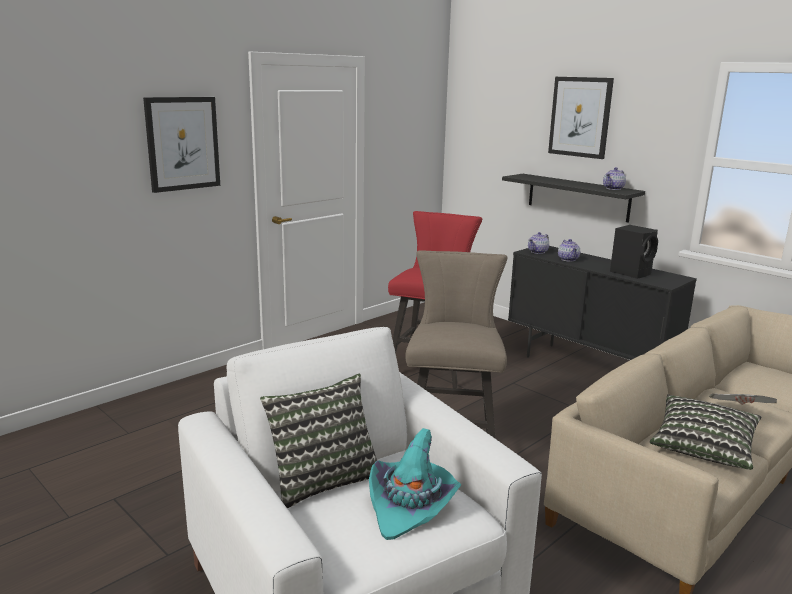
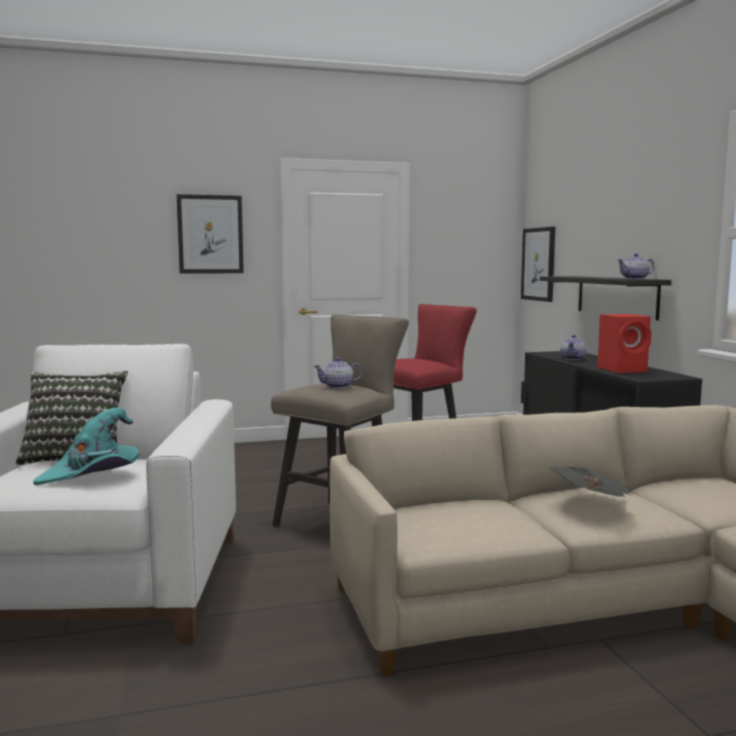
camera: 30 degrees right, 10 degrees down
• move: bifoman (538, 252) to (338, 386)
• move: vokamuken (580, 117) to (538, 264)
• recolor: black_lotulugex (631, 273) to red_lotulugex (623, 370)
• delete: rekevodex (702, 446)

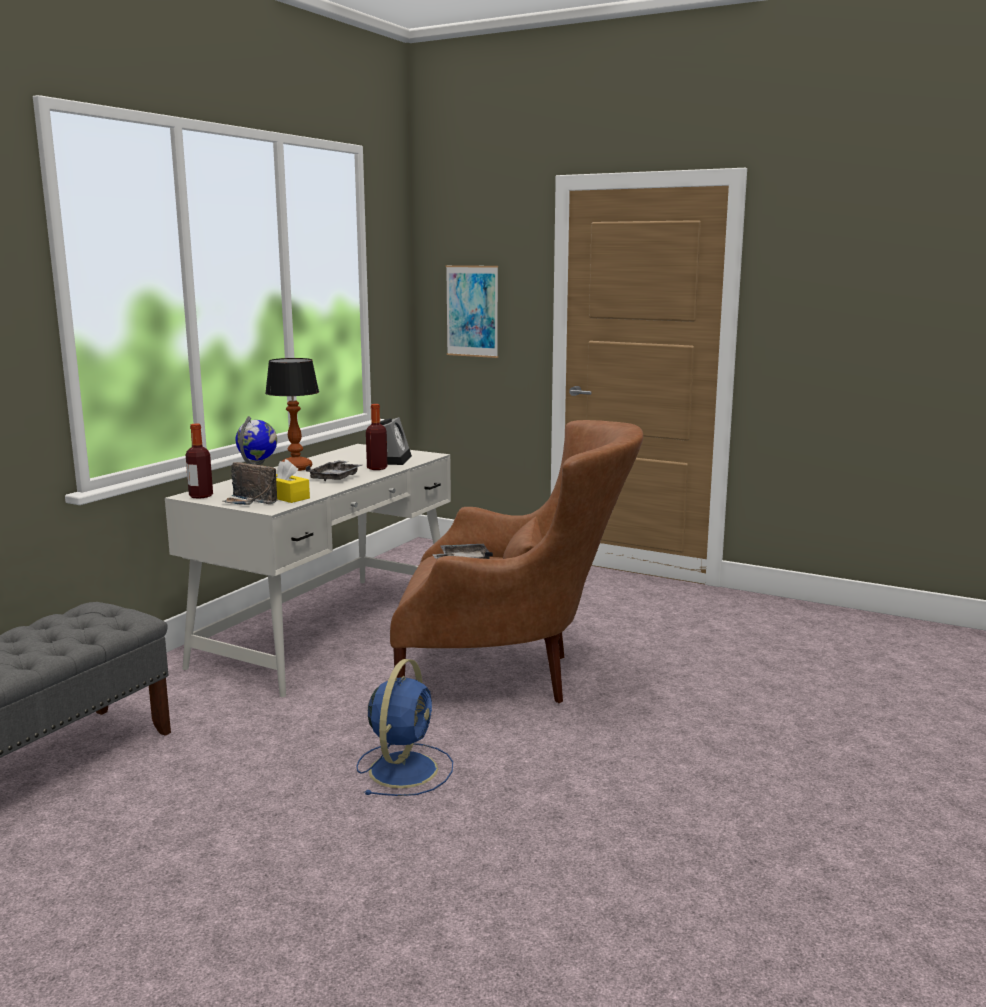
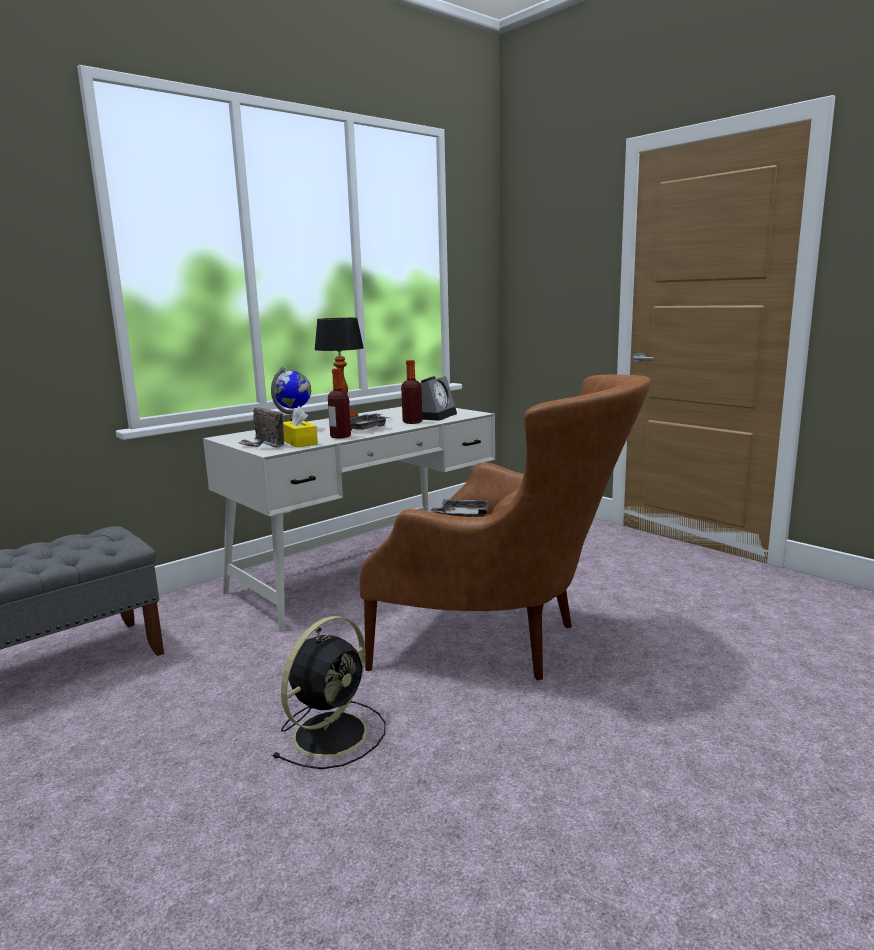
camera: 20 degrees right, 0 degrees up
• move: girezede (201, 496) to (340, 436)
• recolor: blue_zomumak (404, 768) to black_zomumak (332, 732)
• delete: vokamuken (472, 311)

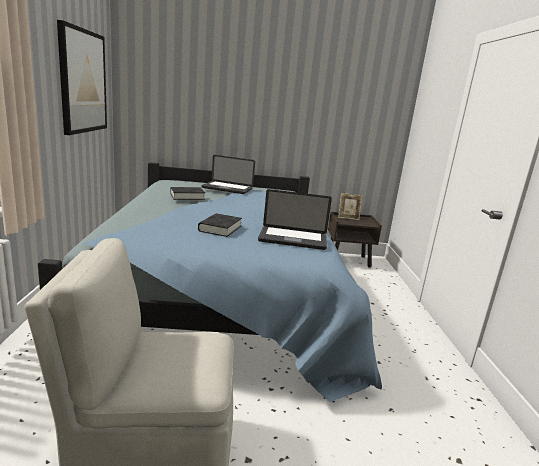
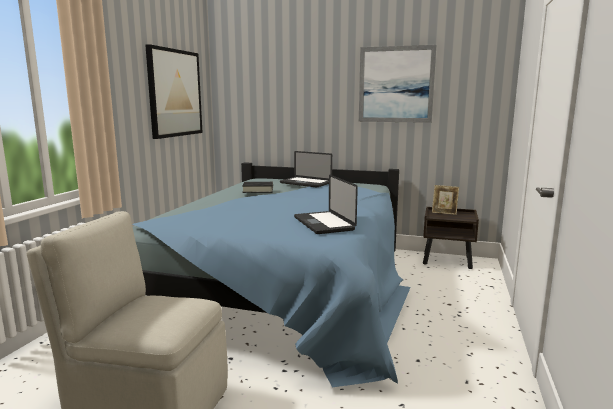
camera: 20 degrees right, 5 degrees down
• delete: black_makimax (220, 228)
• rotate: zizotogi (293, 239) = (323, 223) 45 degrees clockwise
• insert: vokamuken (396, 84)

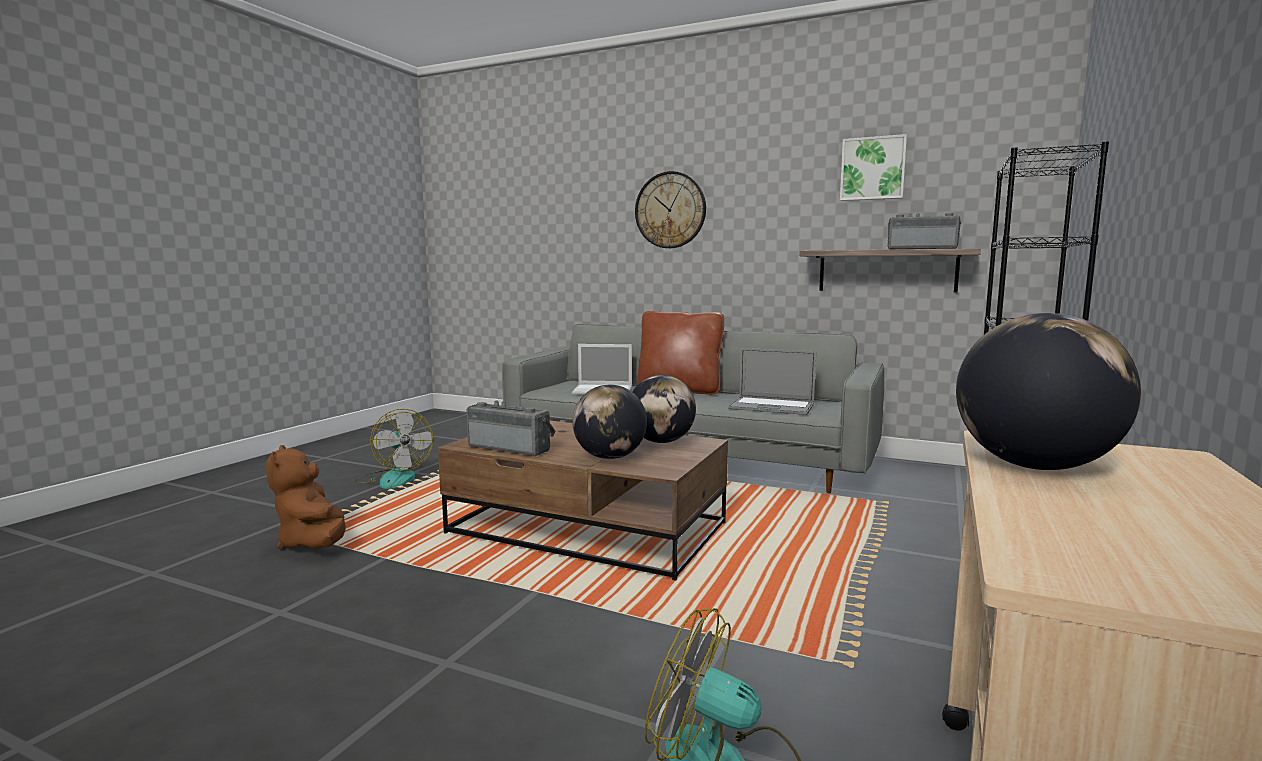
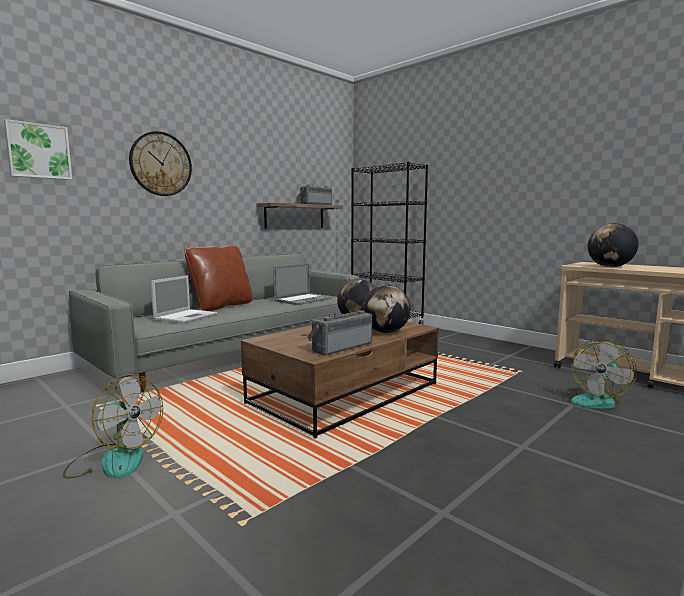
camera: 70 degrees left, 0 degrees up
• delete: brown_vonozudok (313, 543)
• rotate: zomumak (393, 478) = (114, 460) 45 degrees clockwise
• move: vokamuken (873, 169) to (38, 151)

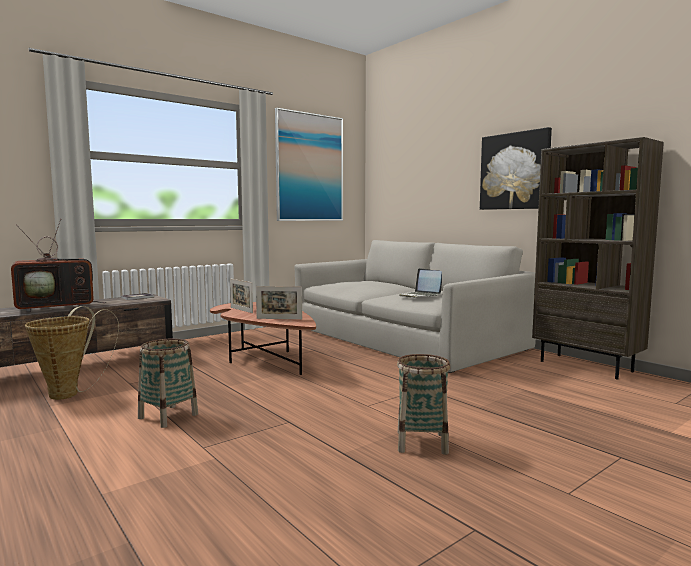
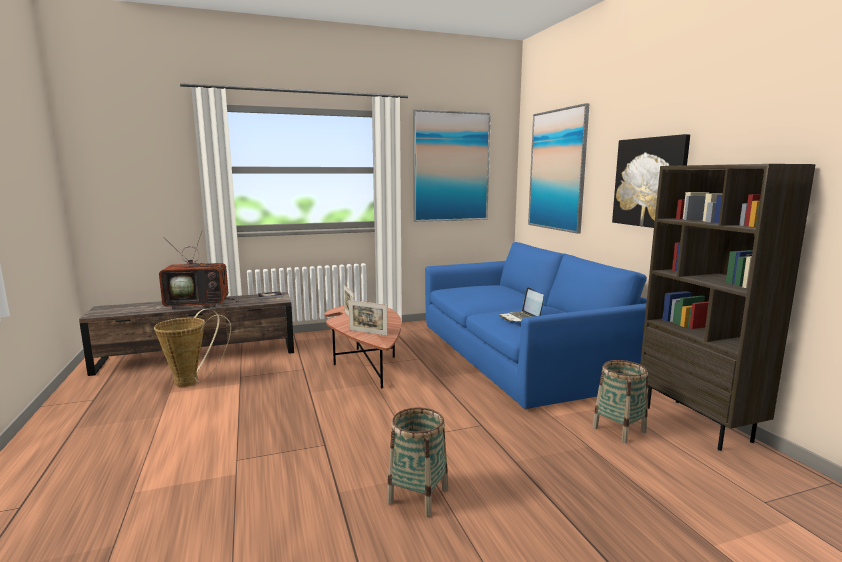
camera: 20 degrees right, 5 degrees up
• move: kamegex (168, 416) to (619, 429)
• recolor: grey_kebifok (405, 338) to blue_kebifok (522, 353)
• insert: vokamuken (557, 170)

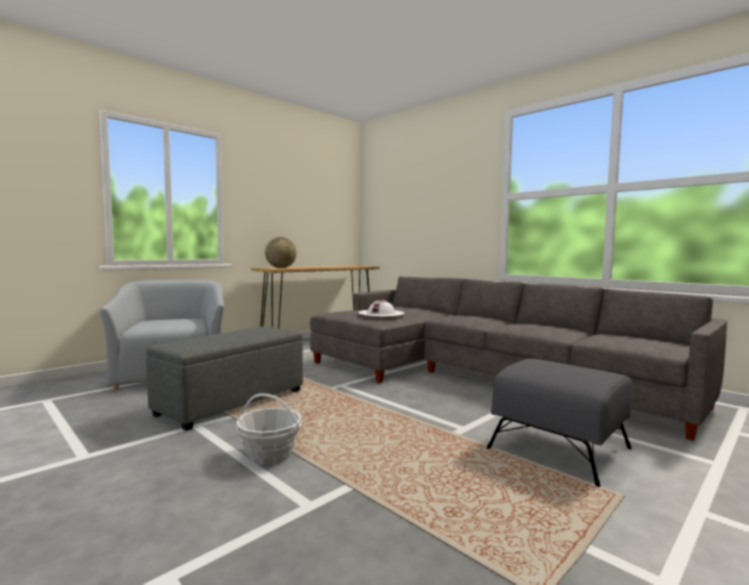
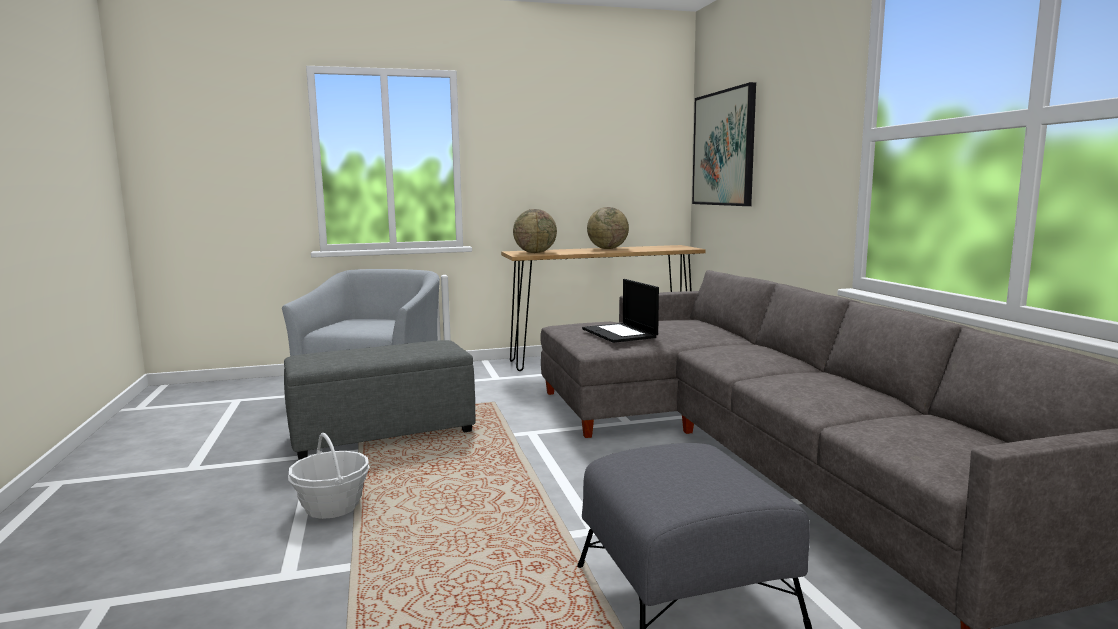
camera: 30 degrees right, 5 degrees up
• replace: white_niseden (381, 313) to zizotogi (620, 333)
• insert: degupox (607, 248)
• insert: vokamuken (724, 148)

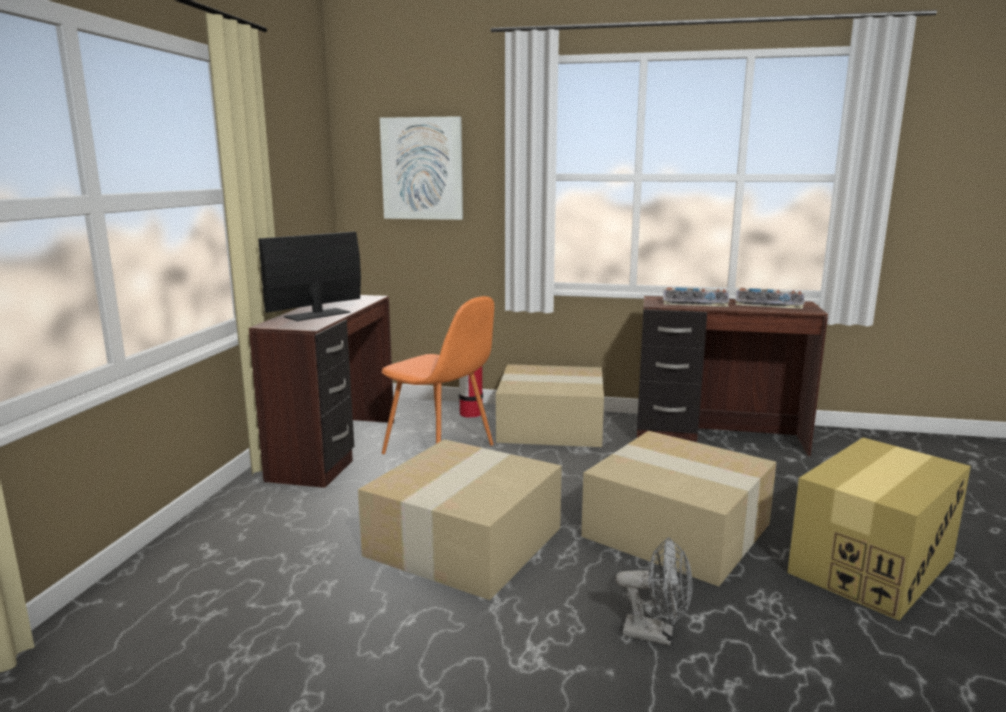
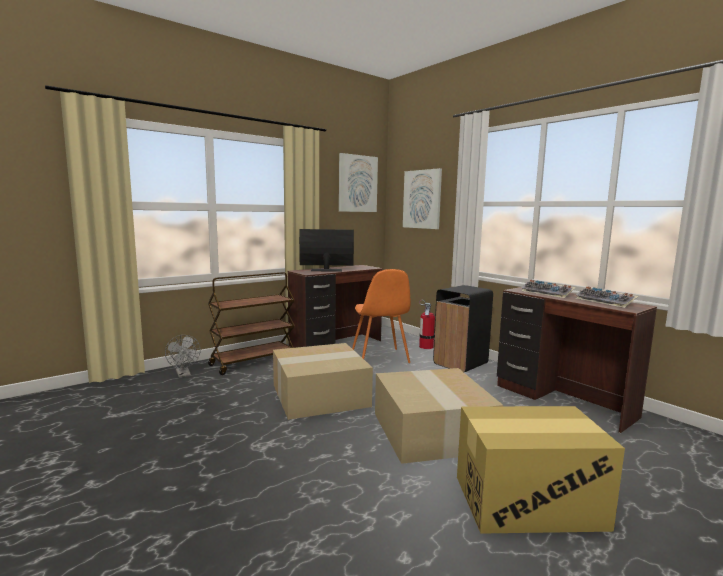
camera: 40 degrees right, 5 degrees down
• replace: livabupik (552, 425) to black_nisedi (461, 363)
• move: grey_zomumak (656, 634) to (184, 374)
• insert: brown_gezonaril (253, 361)
• insert: vokamuken (357, 183)

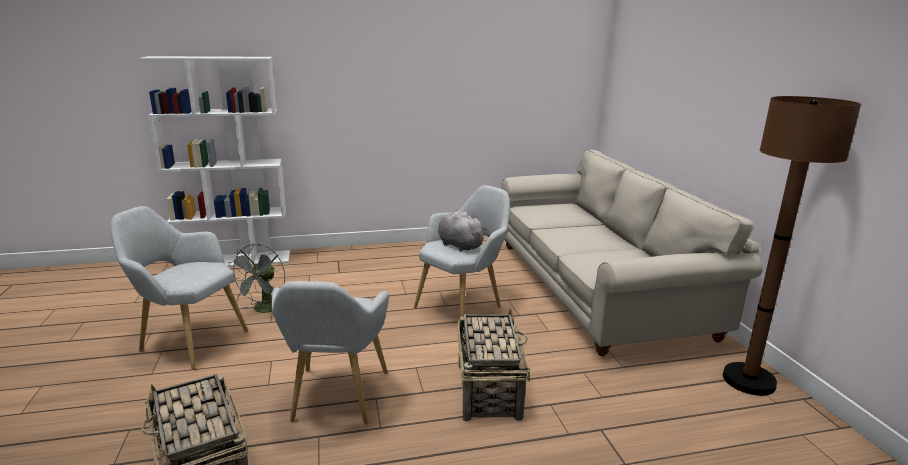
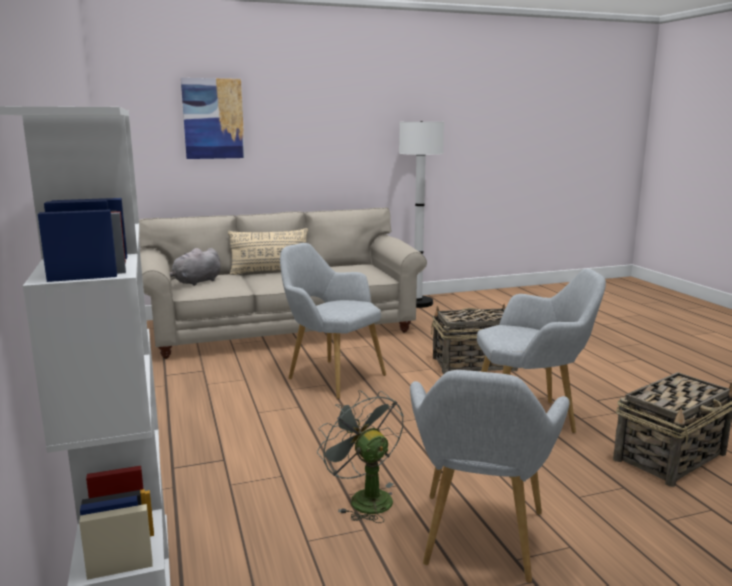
camera: 95 degrees left, 5 degrees down
• rotate: grey_zomumak (265, 310) = (364, 498) 135 degrees counterclockwise
• move: grey_vonozudok (458, 245) to (196, 282)
• recolor: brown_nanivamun (748, 380) to white_nanivamun (417, 303)
• insert: vokamuken (213, 119)
• insert: beige_rekevodex (270, 272)

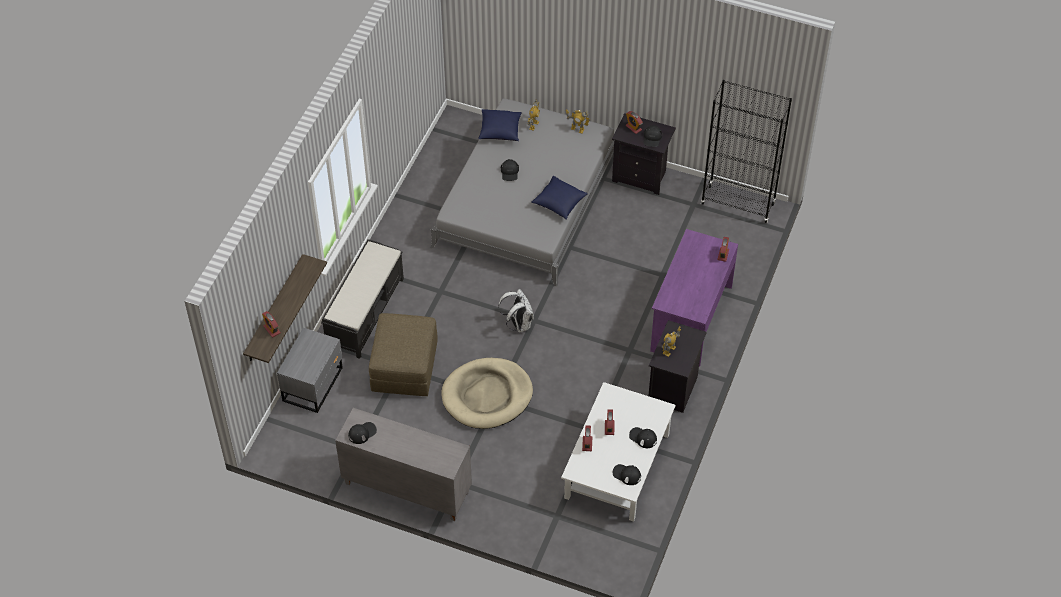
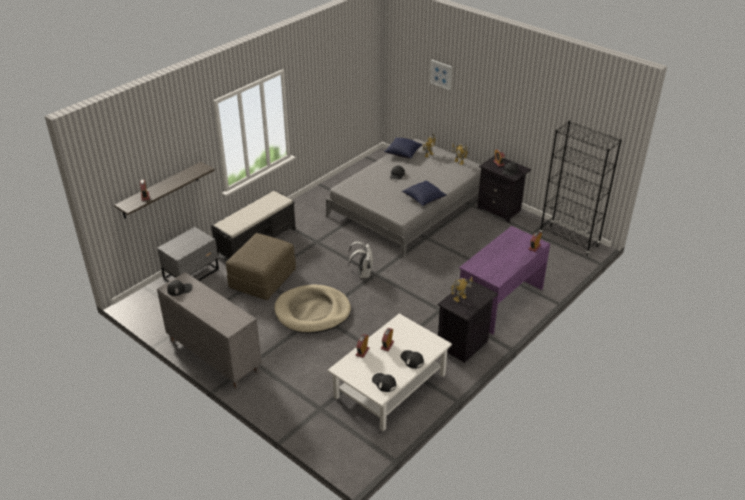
camera: 20 degrees right, 15 degrees down
• insert: vokamuken (441, 74)

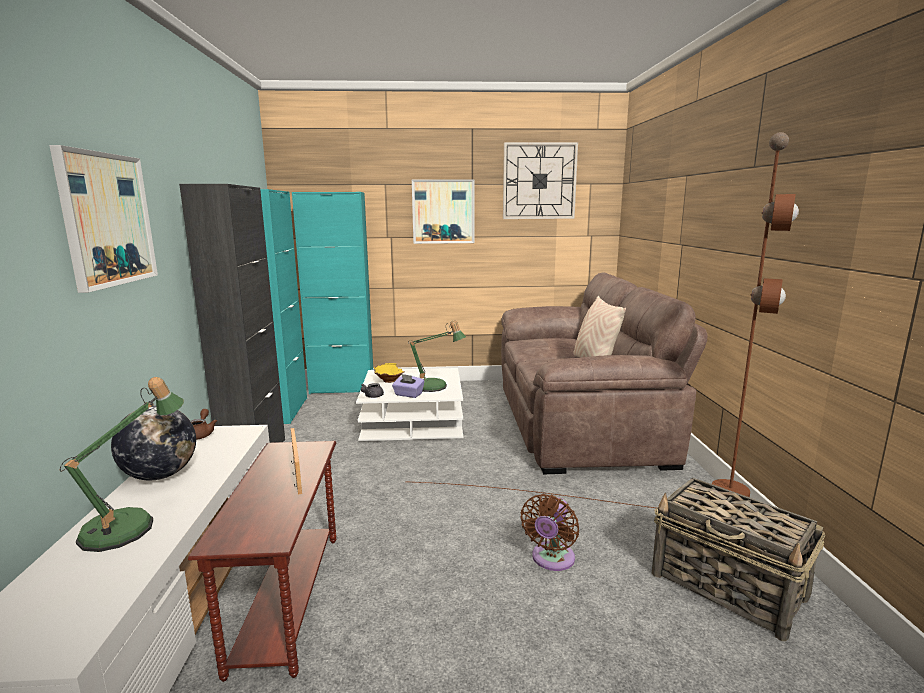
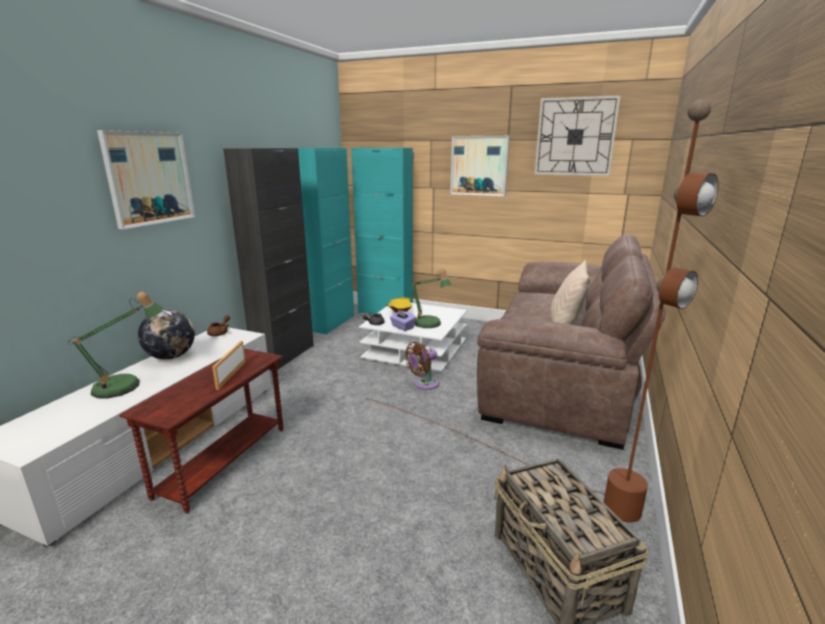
camera: 25 degrees right, 5 degrees up
• move: brown_zomumak (551, 560) to (423, 384)

